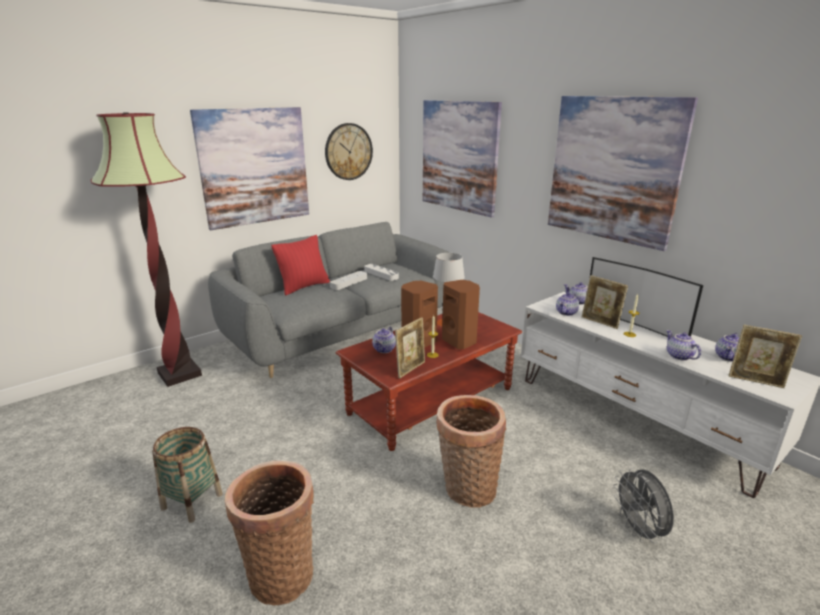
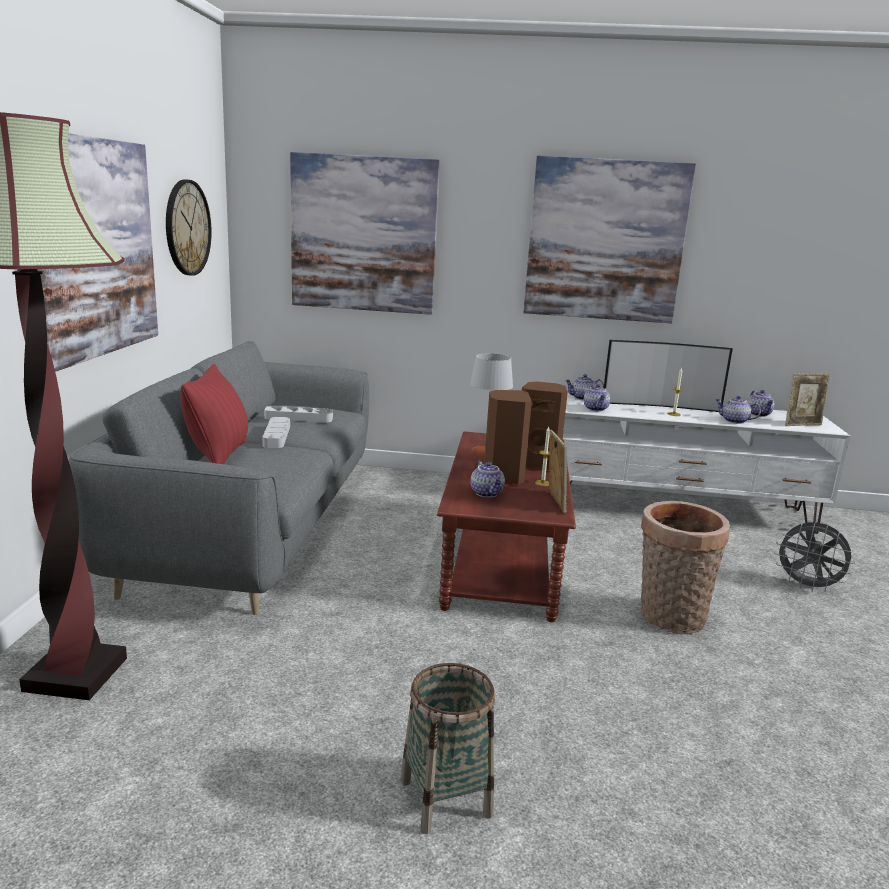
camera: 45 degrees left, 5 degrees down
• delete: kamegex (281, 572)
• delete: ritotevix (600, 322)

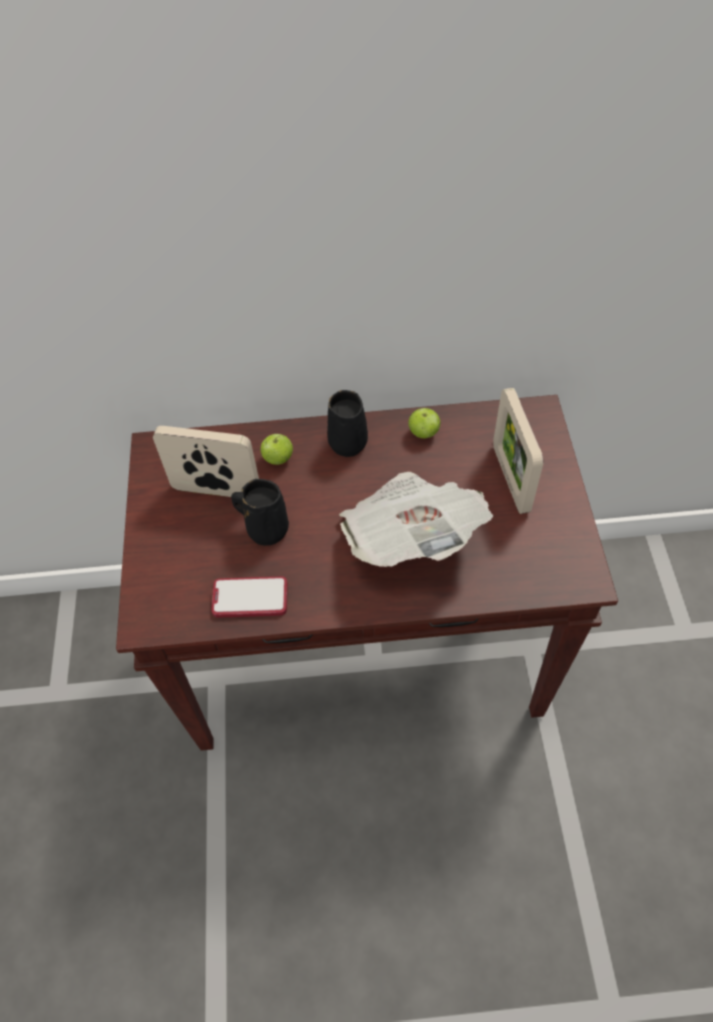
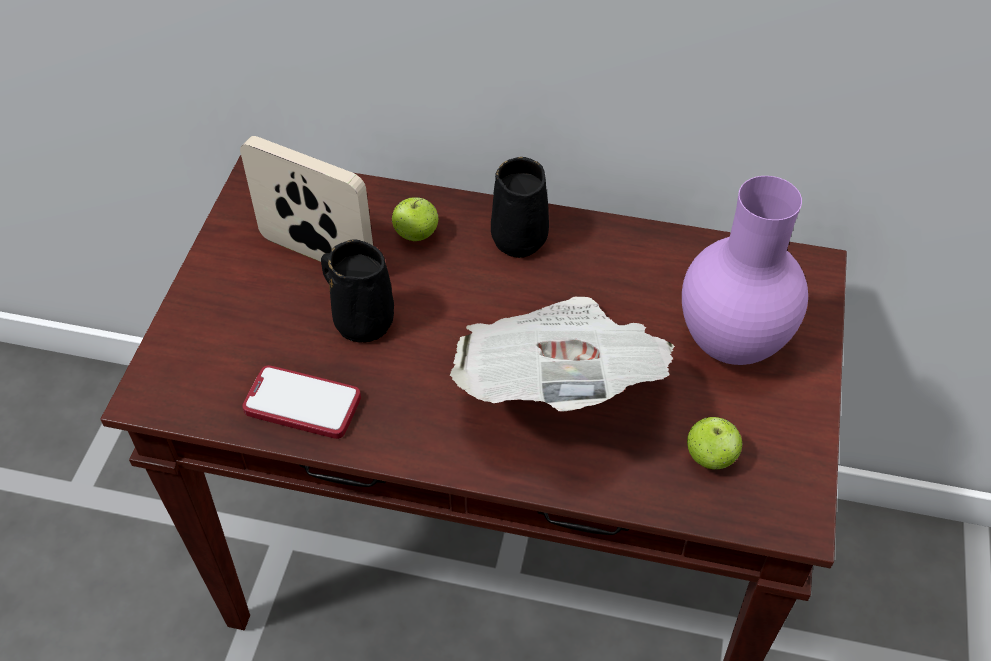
camera: 15 degrees right, 5 degrees down
• move: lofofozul (423, 433) to (710, 457)
• replace: ritotevix (510, 479) to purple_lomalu (733, 346)

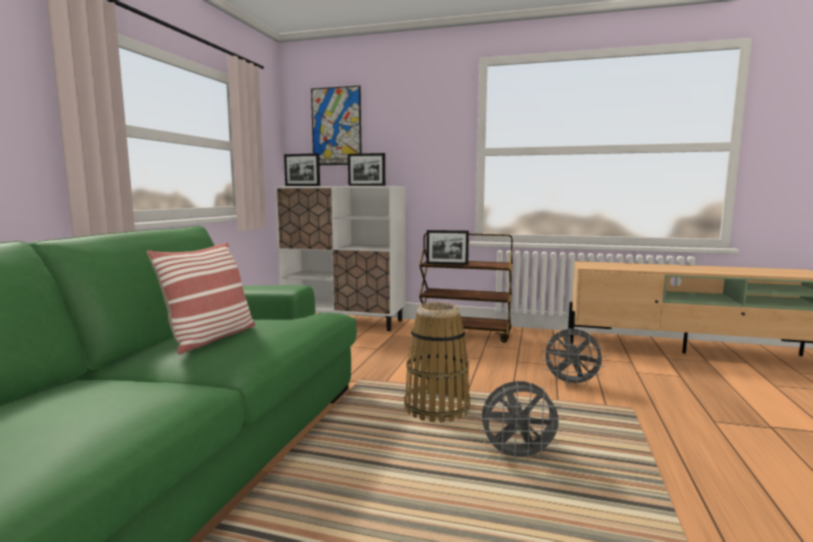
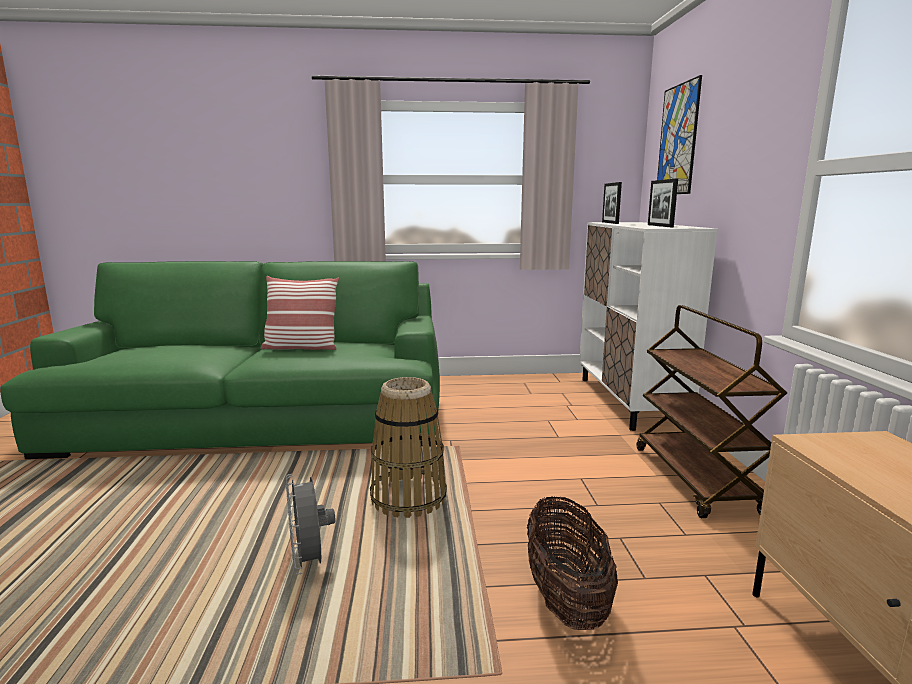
camera: 70 degrees right, 5 degrees up
• delete: ritotevix (447, 264)
• replace: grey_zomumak (571, 384) to kamegex (566, 599)

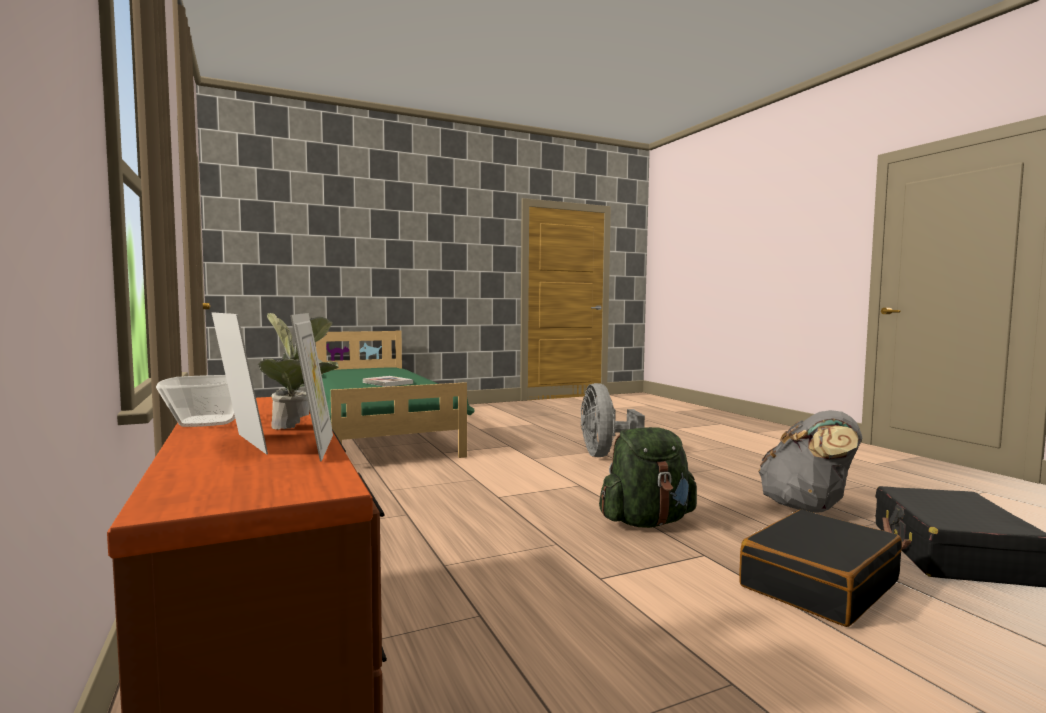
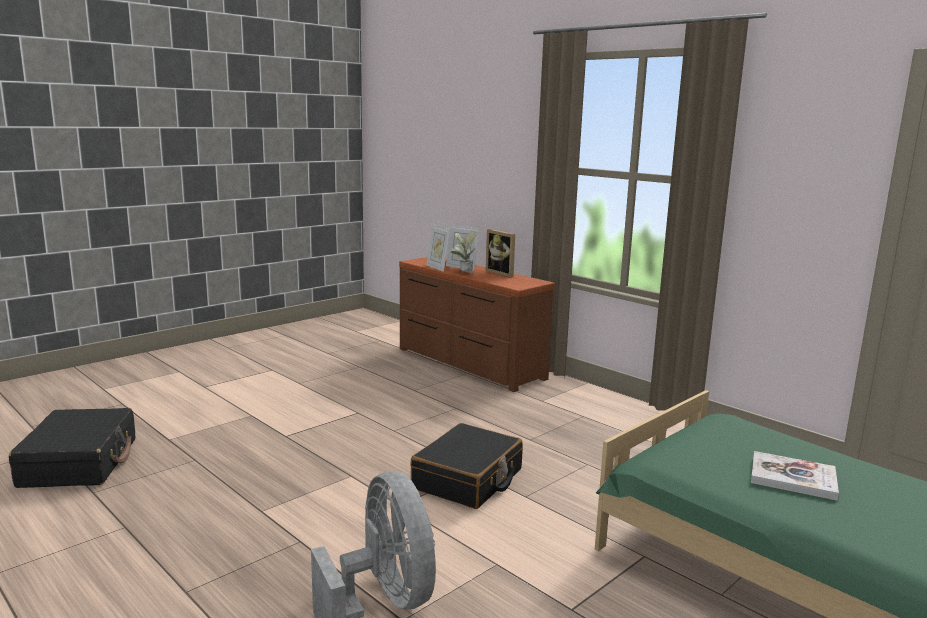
camera: 160 degrees right, 10 degrees up
• replace: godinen (206, 421) to ritotevix (502, 273)
• delete: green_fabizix (646, 522)
• move: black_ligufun (818, 584) to (468, 479)
• delete: grey_fabizix (808, 507)

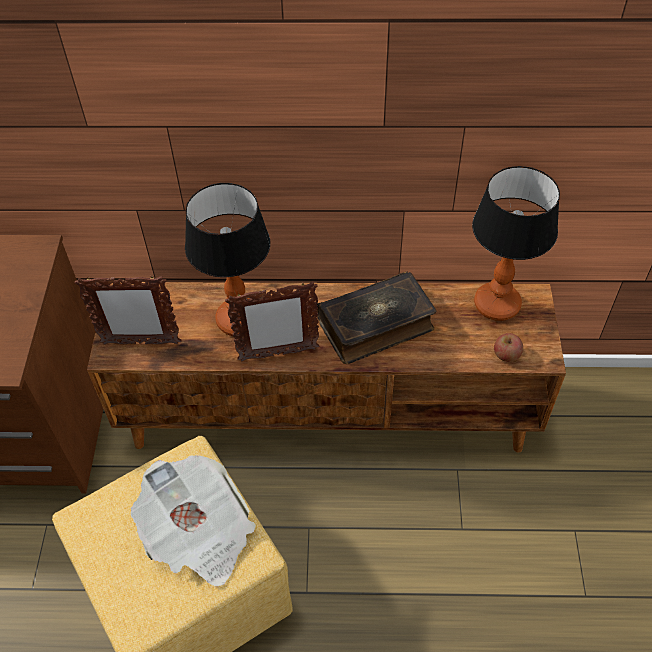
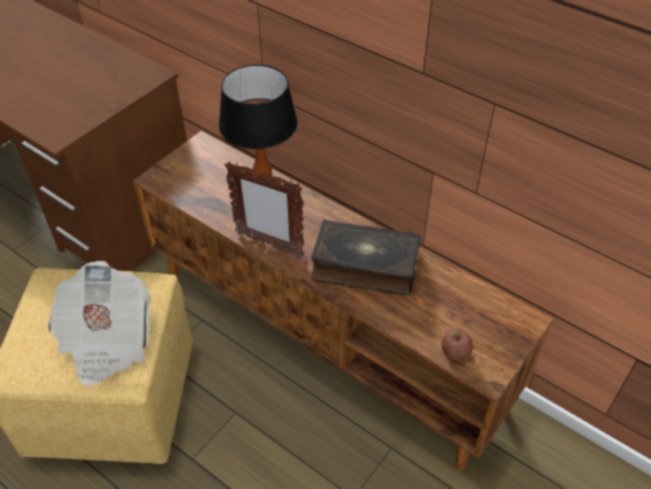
camera: 35 degrees right, 5 degrees down
• delete: ritotevix (140, 343)
• delete: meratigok (495, 304)

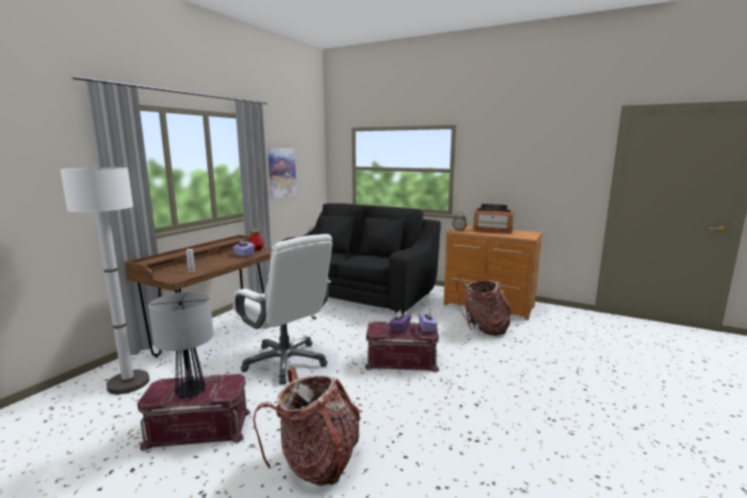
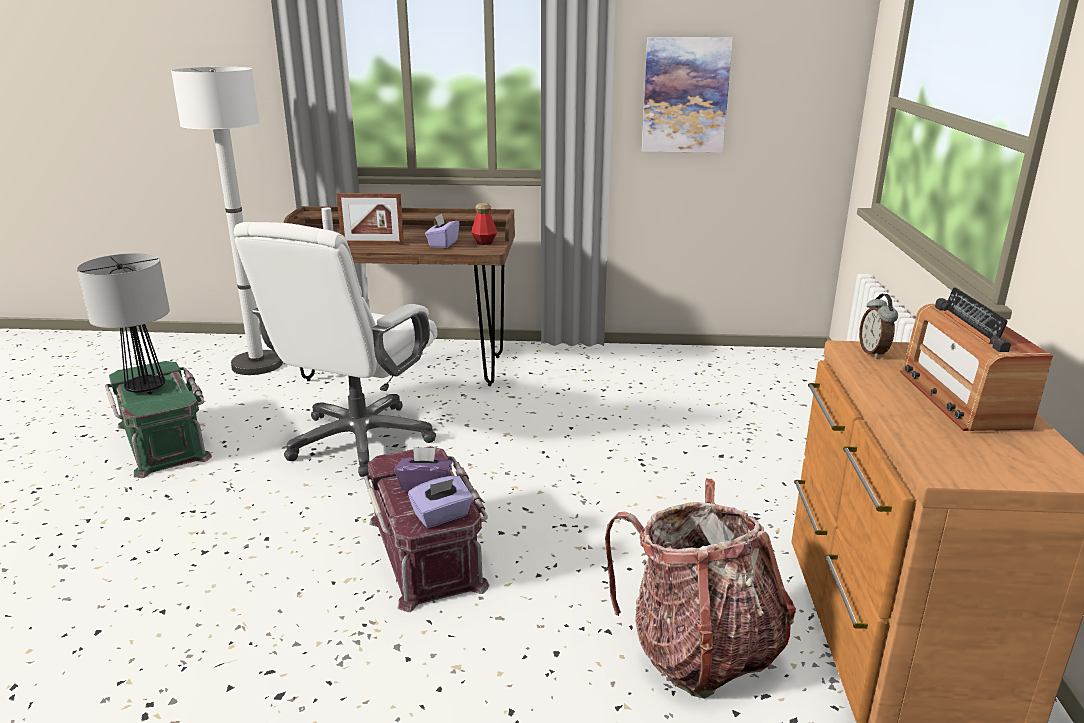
camera: 65 degrees right, 10 degrees up
• recolor: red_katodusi (199, 428) to green_katodusi (165, 441)
• delete: fabizix (317, 461)
• delete: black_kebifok (359, 292)
• insert: ritotevix (372, 244)

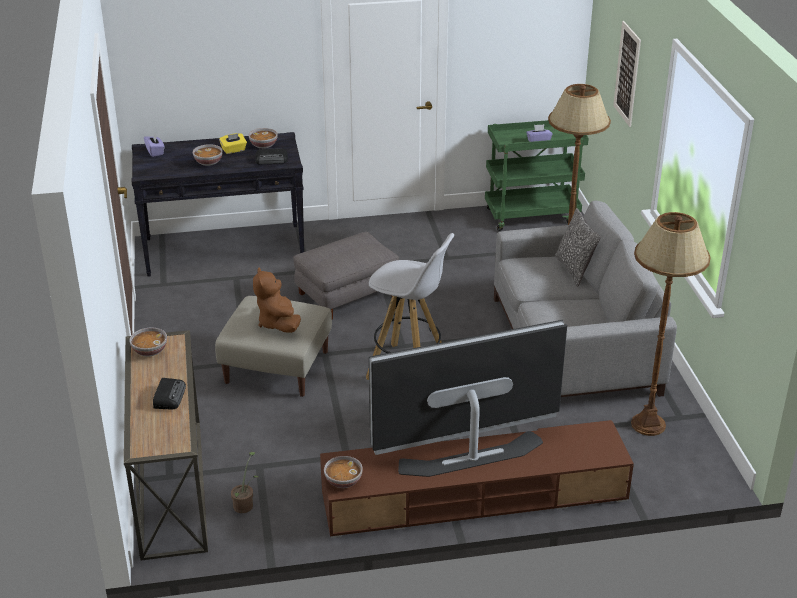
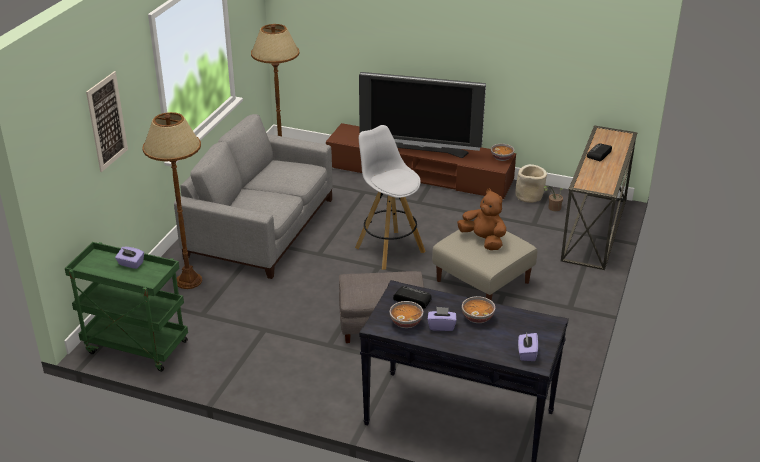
camera: 150 degrees left, 0 degrees up
• delete: godinen (149, 351)
• recolor: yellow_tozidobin (233, 150) to purple_tozidobin (441, 326)
• rotate: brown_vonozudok (278, 323) = (483, 240) 60 degrees counterclockwise
• delete: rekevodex (574, 270)
• insert: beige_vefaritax (529, 197)

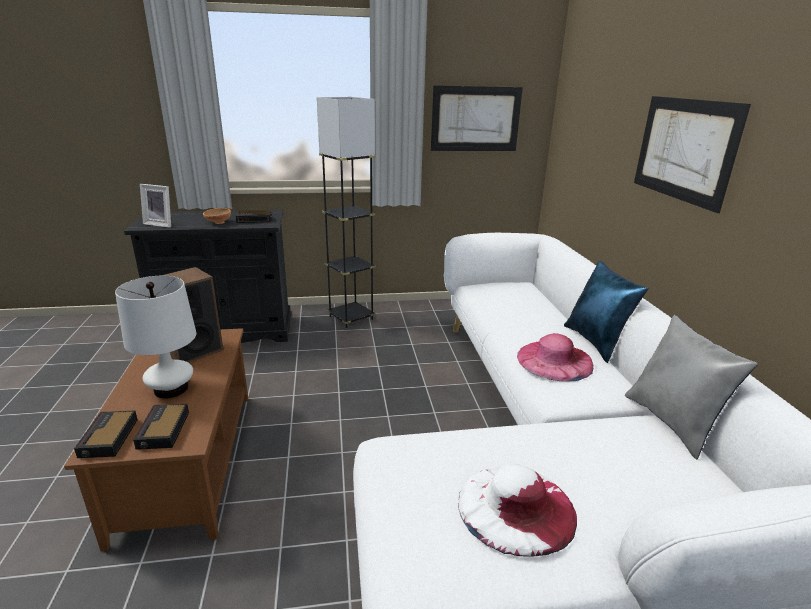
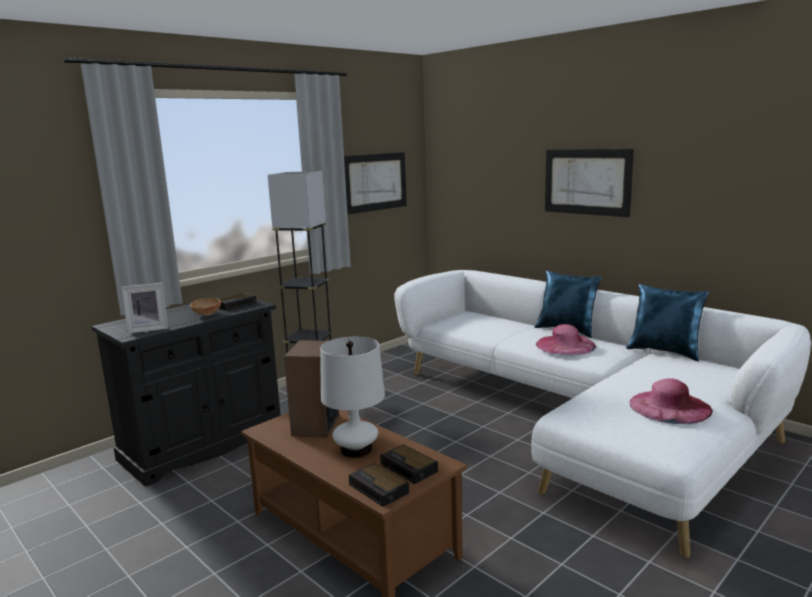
camera: 35 degrees left, 10 degrees down
• recolor: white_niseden (516, 507) to pink_niseden (670, 406)
• recolor: grey_rekevodex (672, 423) to blue_rekevodex (665, 352)

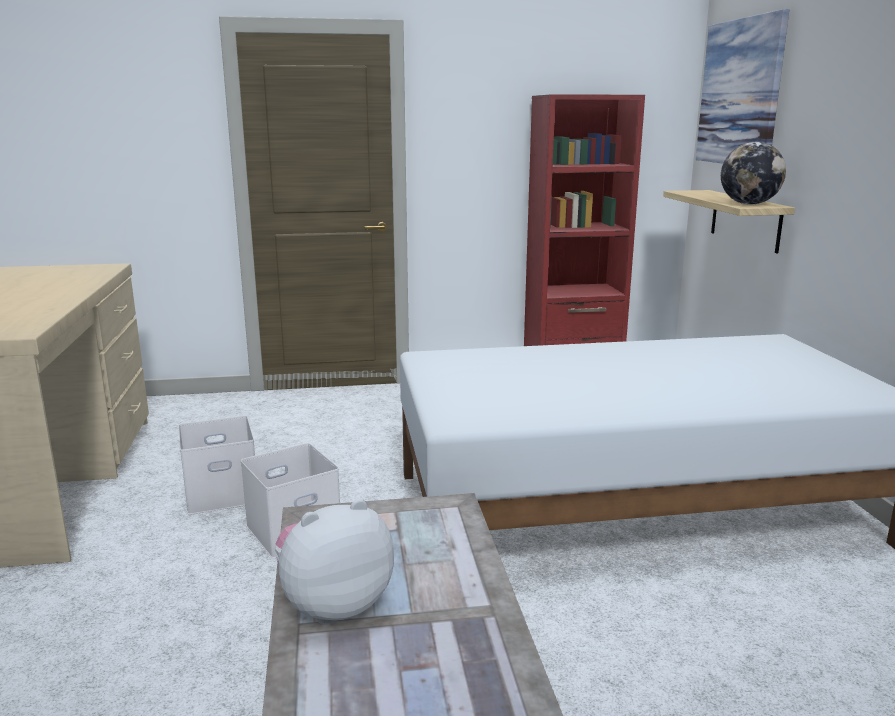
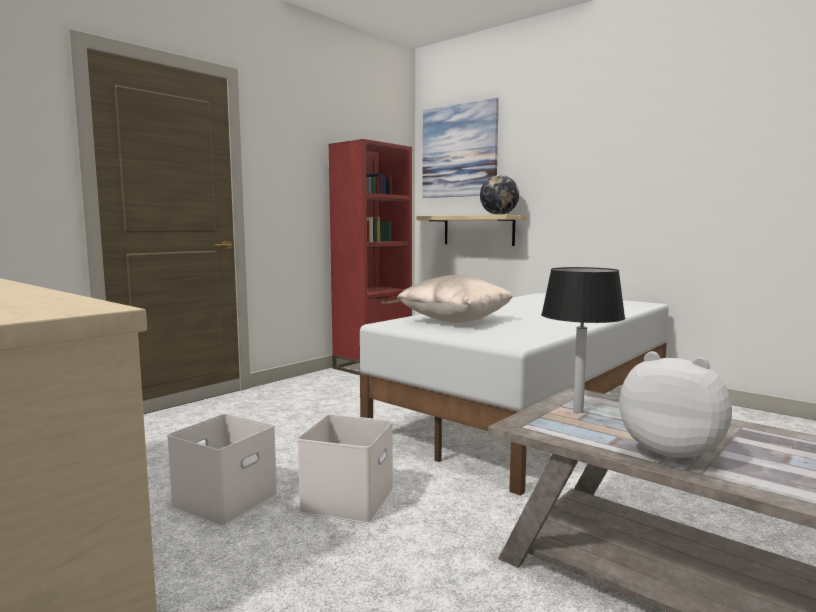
camera: 40 degrees left, 10 degrees down
• rotate: vonozudok (333, 605) = (672, 454) 105 degrees clockwise
• insert: beige_rekevodex (455, 321)
• insert: black_meratigok (577, 411)

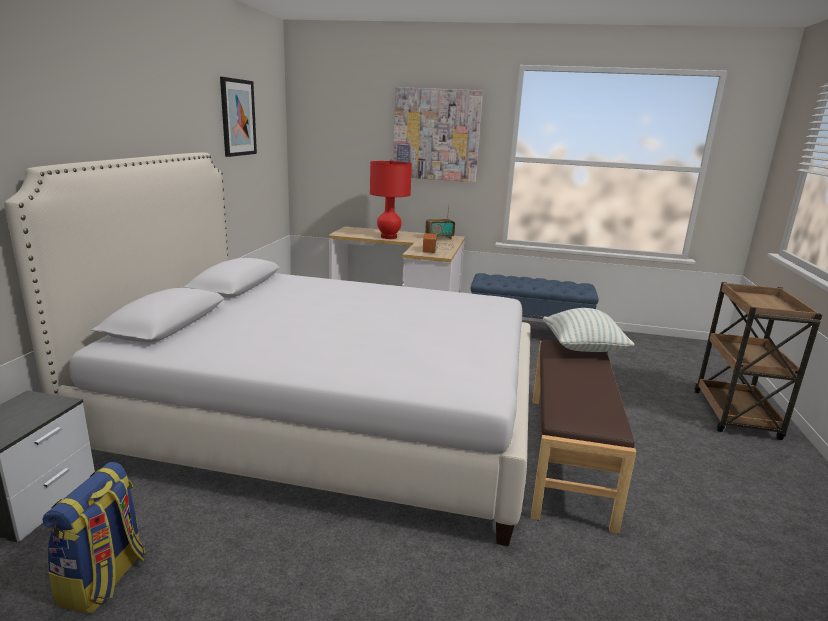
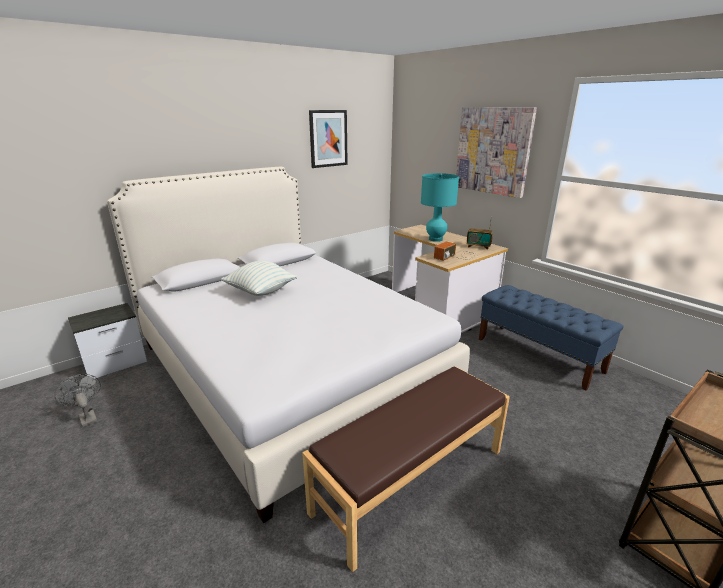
camera: 40 degrees right, 5 degrees up
• replace: fabizix (104, 580) to grey_zomumak (87, 417)
• recolor: red_meratigok (388, 237) to turquoise_meratigok (435, 239)
• move: rekevodex (583, 349) to (261, 292)

